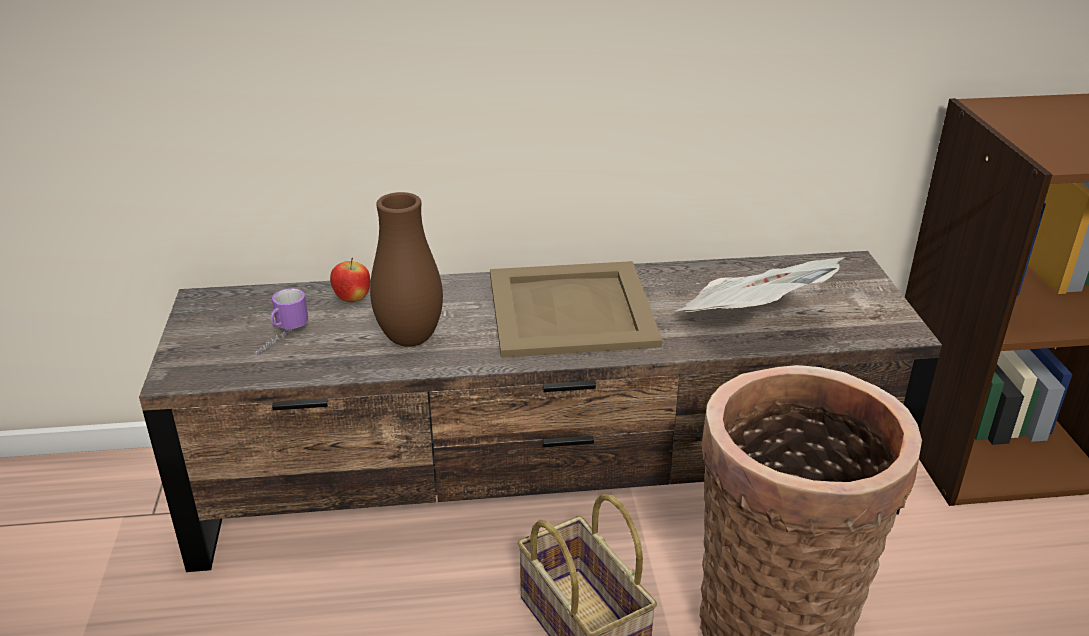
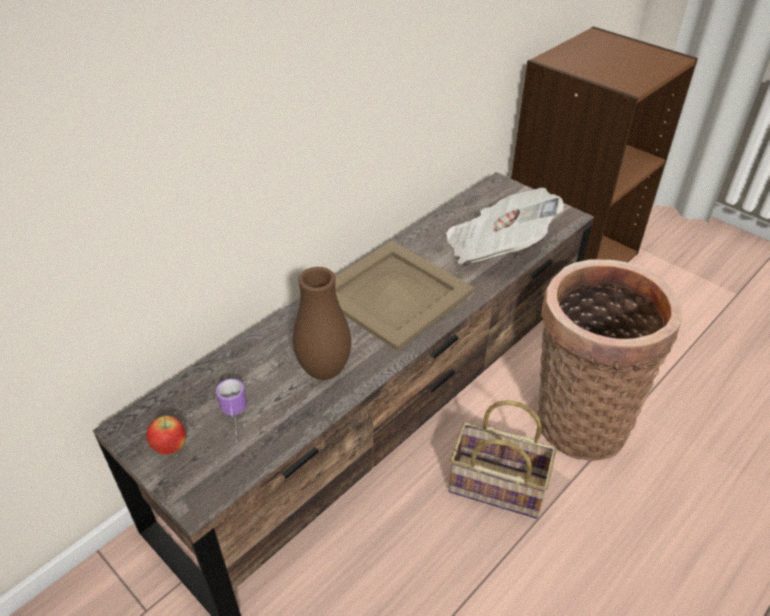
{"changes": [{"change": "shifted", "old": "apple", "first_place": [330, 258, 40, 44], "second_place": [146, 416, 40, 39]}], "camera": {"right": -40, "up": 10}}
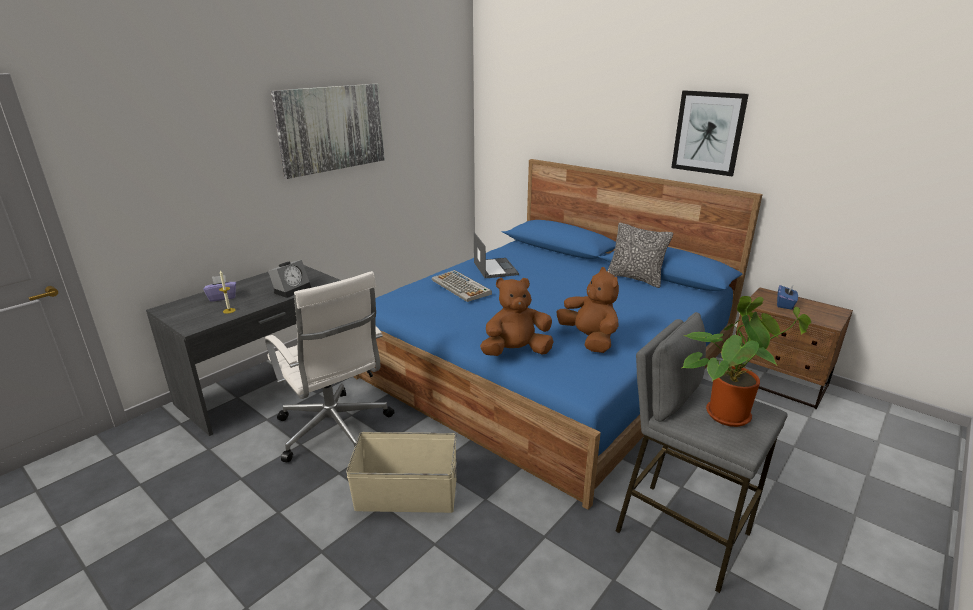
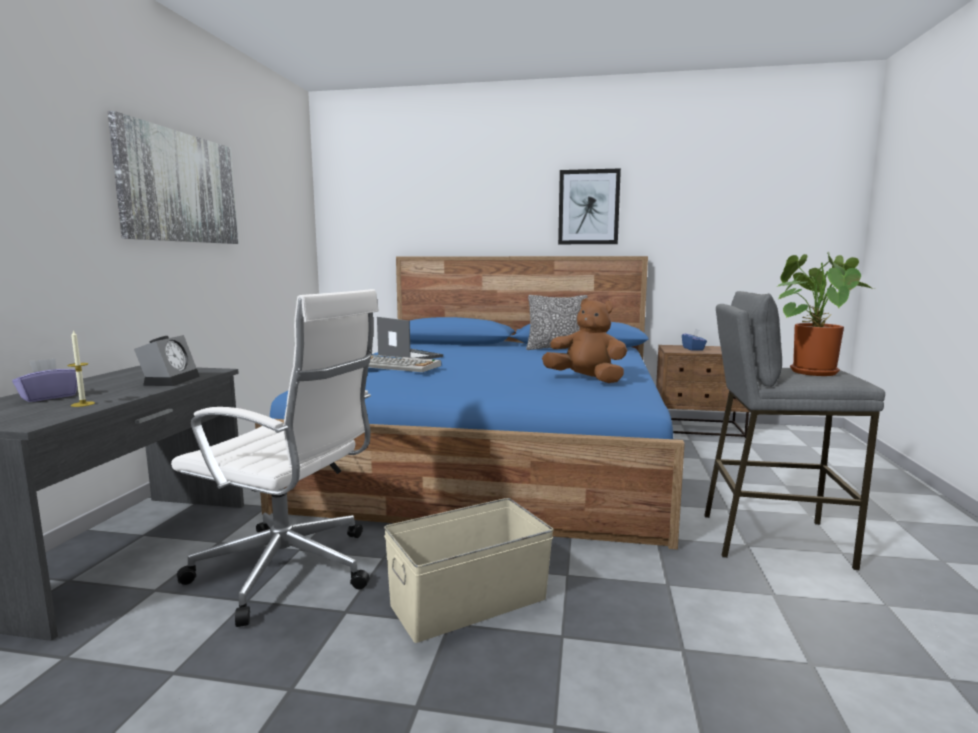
{"changes": [{"change": "gone", "old": "brown plush toy", "first_place": [480, 278, 74, 78]}], "camera": {"right": -30, "up": -15}}
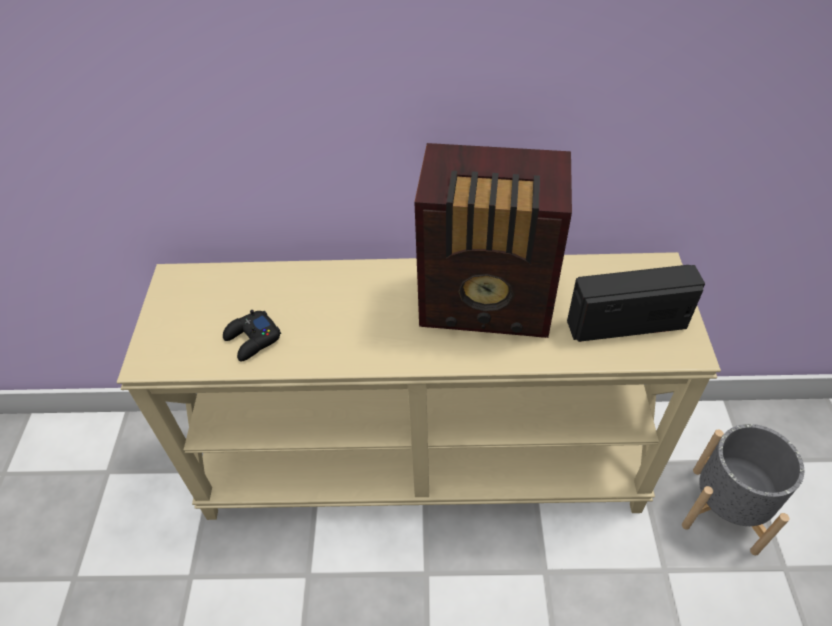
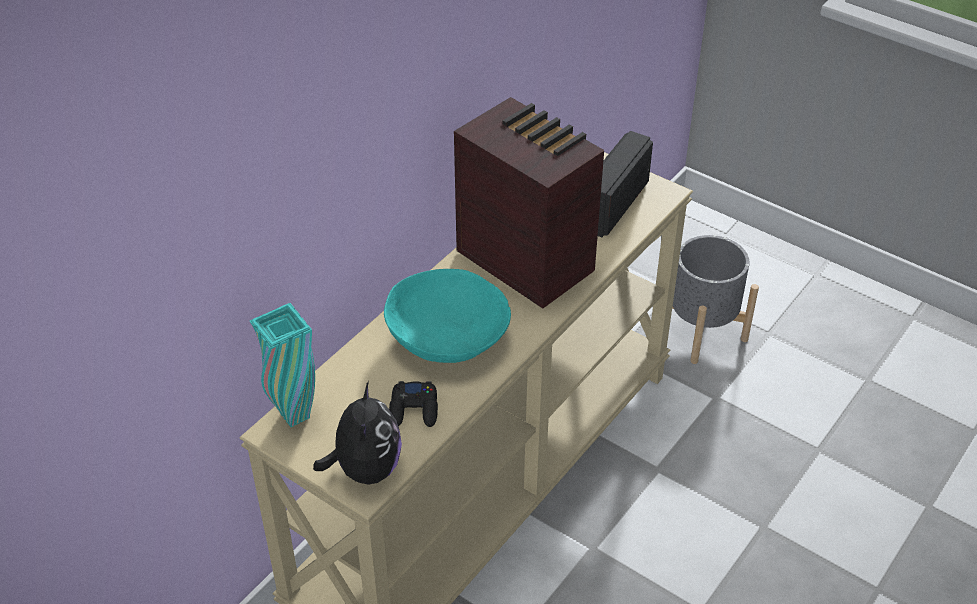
{"changes": [{"change": "rotated", "old": "radio", "first_place": [414, 143, 158, 195], "second_place": [454, 97, 150, 212], "degrees": -90}, {"change": "new", "new": "turquoise vase", "second_place": [250, 303, 65, 124]}, {"change": "new", "new": "plush toy", "second_place": [313, 381, 89, 104]}, {"change": "new", "new": "turquoise bowl", "second_place": [384, 269, 127, 94]}], "camera": {"right": -55, "up": -5}}
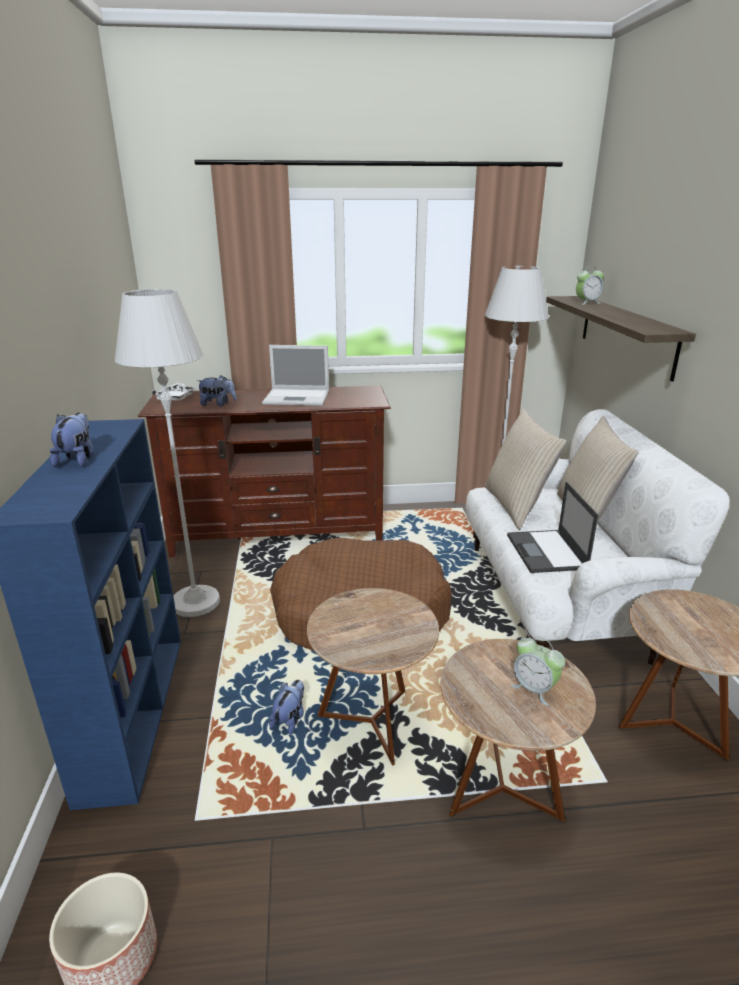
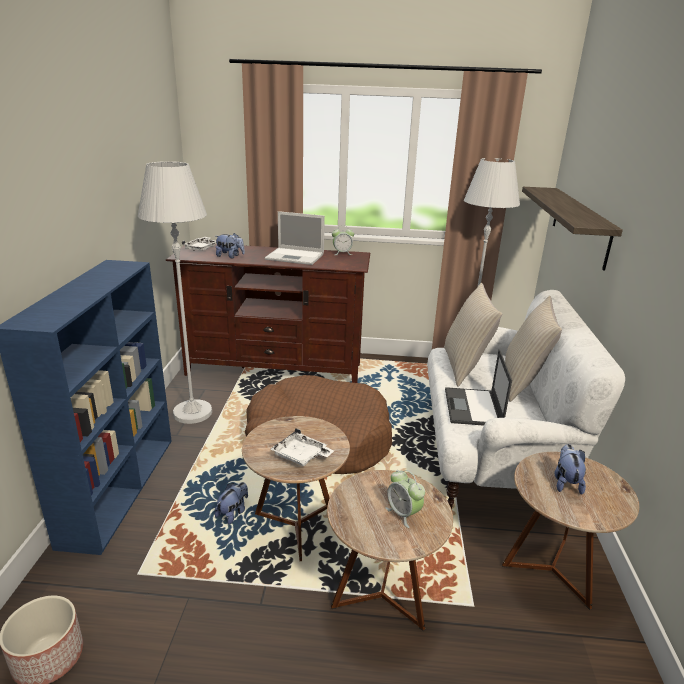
{"changes": [{"change": "shifted", "old": "plush toy", "first_place": [50, 413, 44, 54], "second_place": [554, 444, 32, 51]}, {"change": "shifted", "old": "alarm clock", "first_place": [576, 266, 28, 39], "second_place": [332, 229, 22, 26]}, {"change": "new", "new": "white tray", "second_place": [271, 428, 63, 38]}], "camera": {"right": 10, "up": 0}}
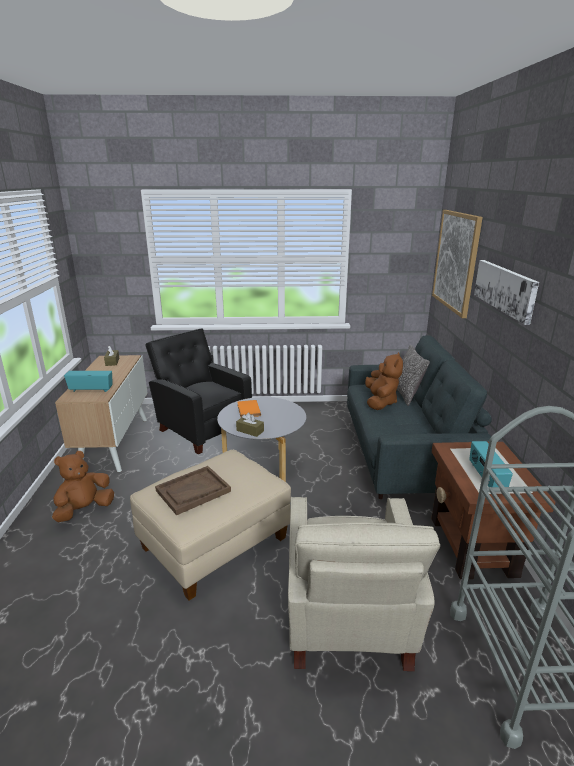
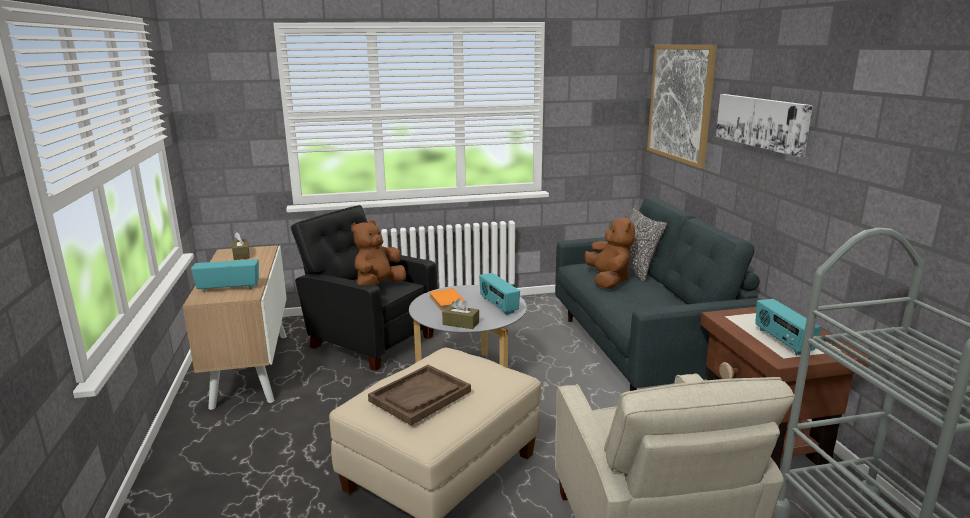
{"changes": [{"change": "shifted", "old": "brown plush toy", "first_place": [52, 451, 62, 71], "second_place": [351, 220, 55, 66]}, {"change": "new", "new": "radio", "second_place": [479, 273, 41, 42]}], "camera": {"right": -10, "up": -5}}
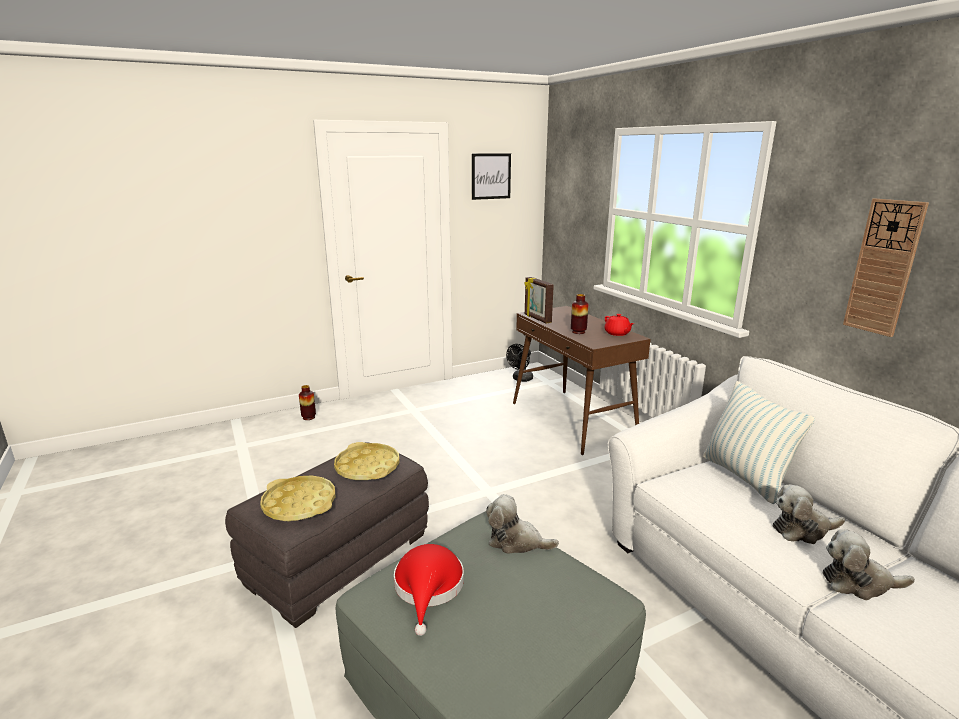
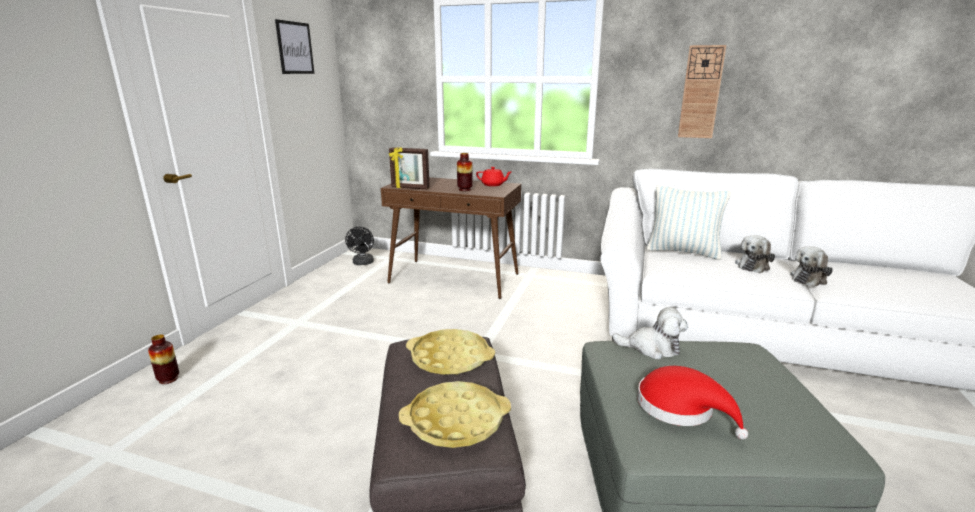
{"changes": [{"change": "rotated", "old": "plush toy", "first_place": [486, 494, 73, 60], "second_place": [612, 307, 76, 52], "degrees": -135}], "camera": {"right": -45, "up": 0}}
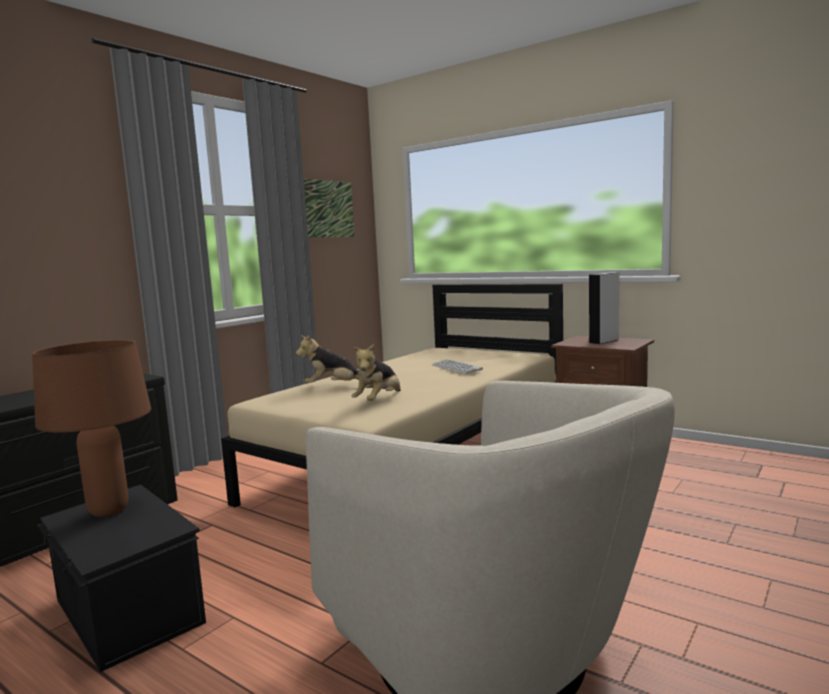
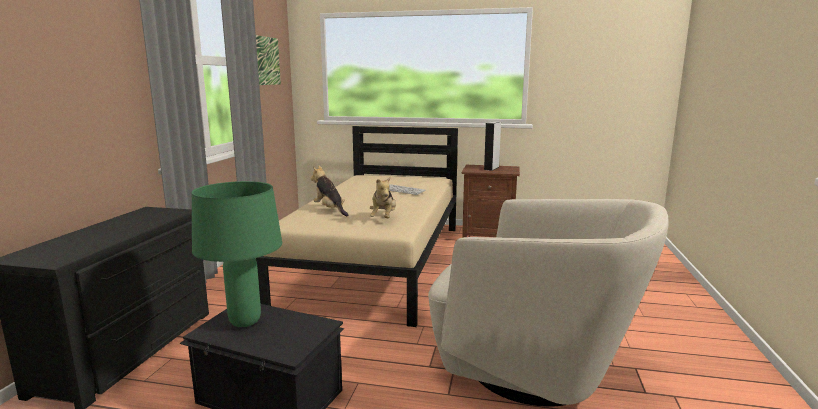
{"changes": [{"change": "repainted", "old": "brown table lamp", "new": "green table lamp", "first_place": [32, 340, 119, 177], "second_place": [192, 181, 90, 146]}, {"change": "rotated", "old": "plush toy", "first_place": [296, 335, 63, 48], "second_place": [310, 165, 38, 52], "degrees": 75}], "camera": {"right": -25, "up": 5}}
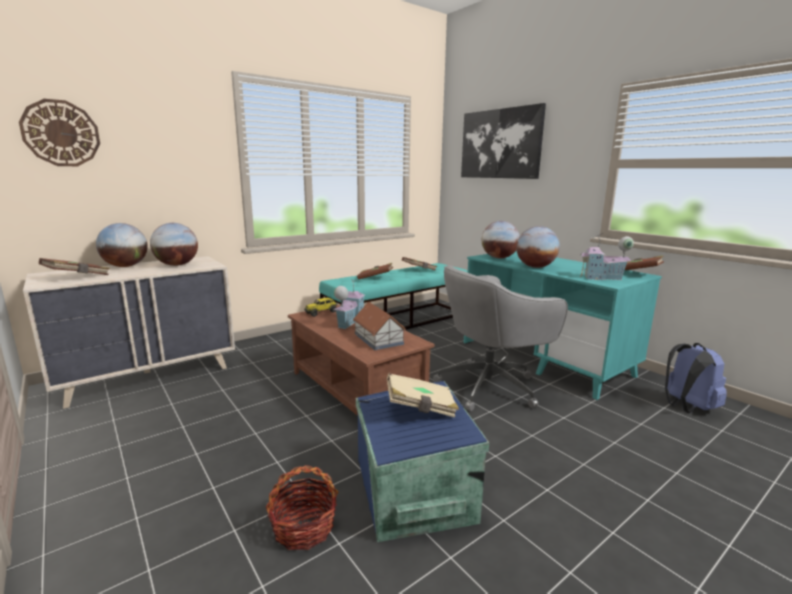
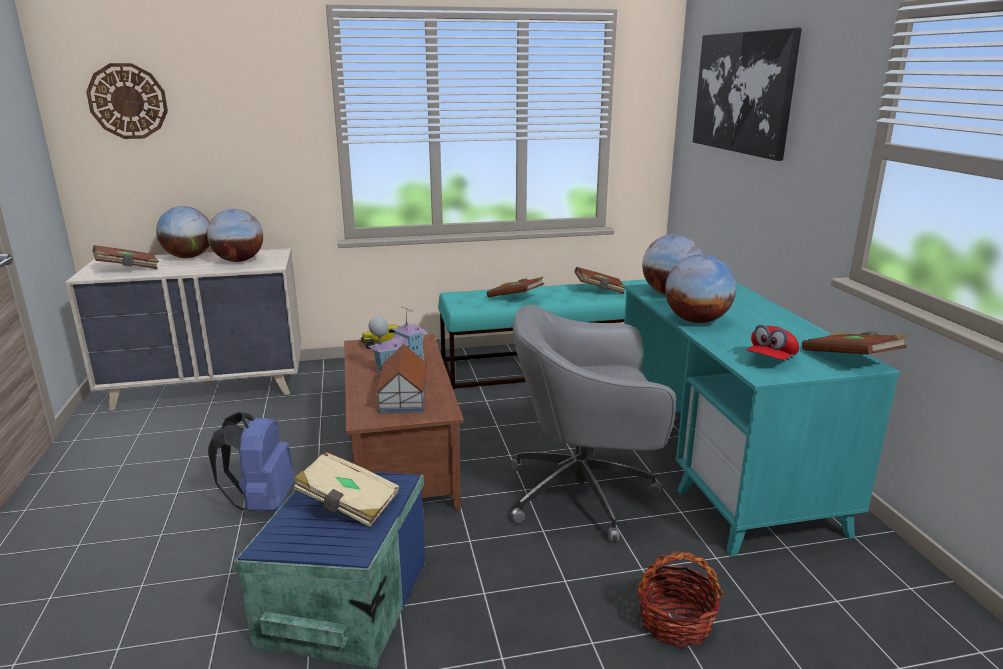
{"changes": [{"change": "shifted", "old": "basket", "first_place": [265, 465, 74, 85], "second_place": [637, 551, 87, 96]}, {"change": "swapped", "old": "toy house", "new": "red cap", "first_place": [580, 233, 54, 47], "second_place": [747, 325, 52, 35]}, {"change": "shifted", "old": "blue backpack", "first_place": [665, 343, 62, 70], "second_place": [208, 412, 87, 99]}], "camera": {"right": 25, "up": 5}}
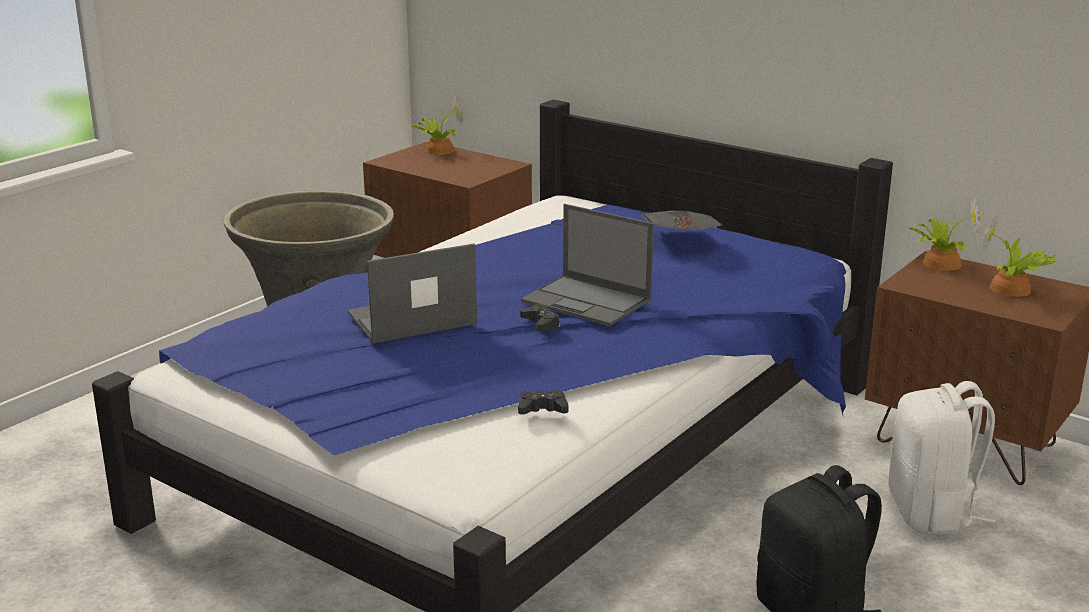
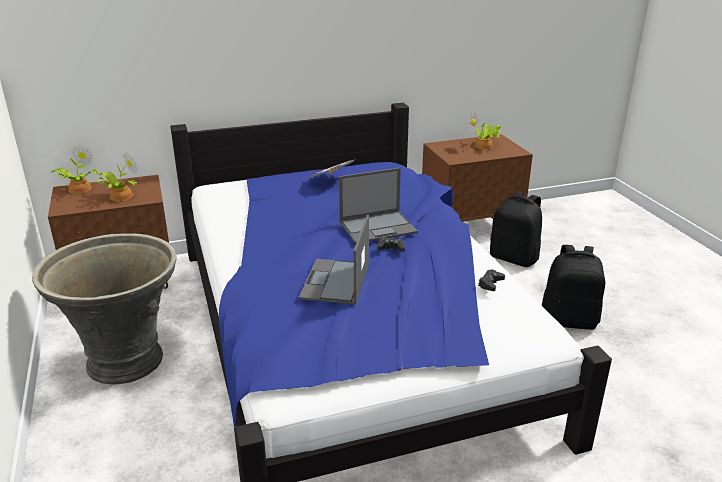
{"changes": [{"change": "repainted", "old": "white backpack", "new": "black backpack", "first_place": [889, 381, 106, 154], "second_place": [490, 191, 52, 76]}, {"change": "shifted", "old": "potted plant", "first_place": [909, 198, 72, 73], "second_place": [97, 153, 41, 48]}], "camera": {"right": -55, "up": 5}}
